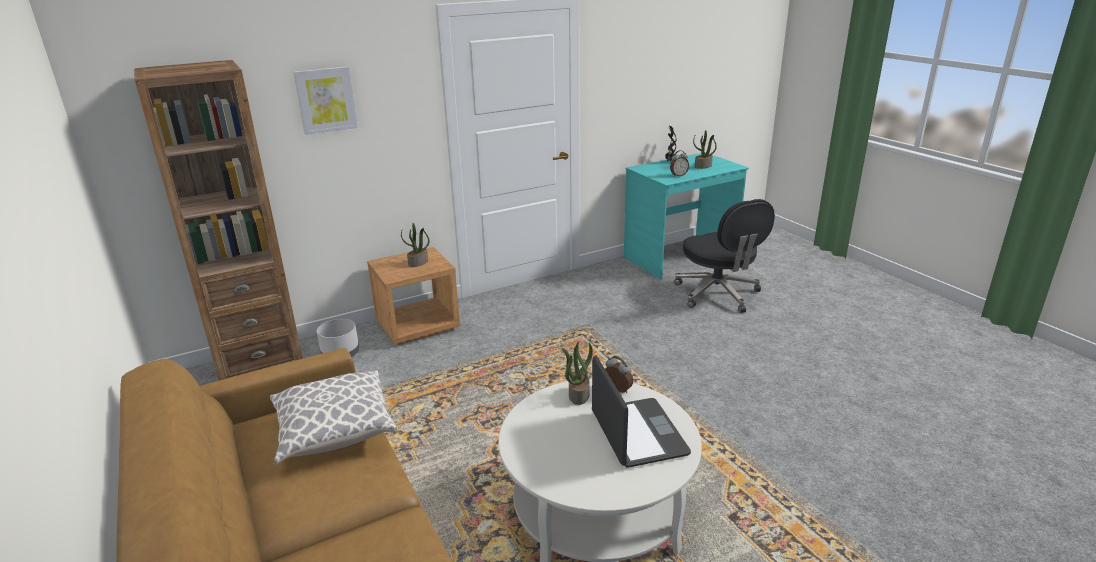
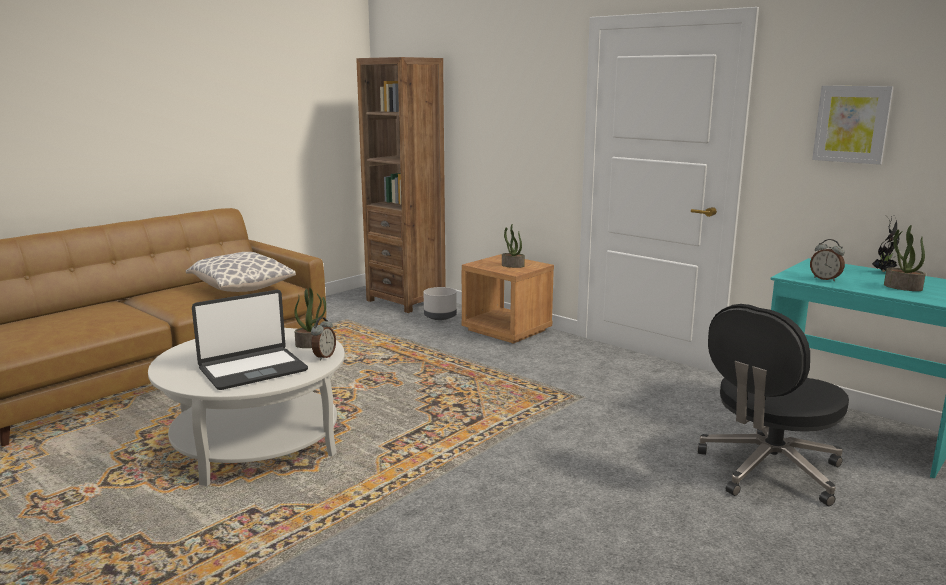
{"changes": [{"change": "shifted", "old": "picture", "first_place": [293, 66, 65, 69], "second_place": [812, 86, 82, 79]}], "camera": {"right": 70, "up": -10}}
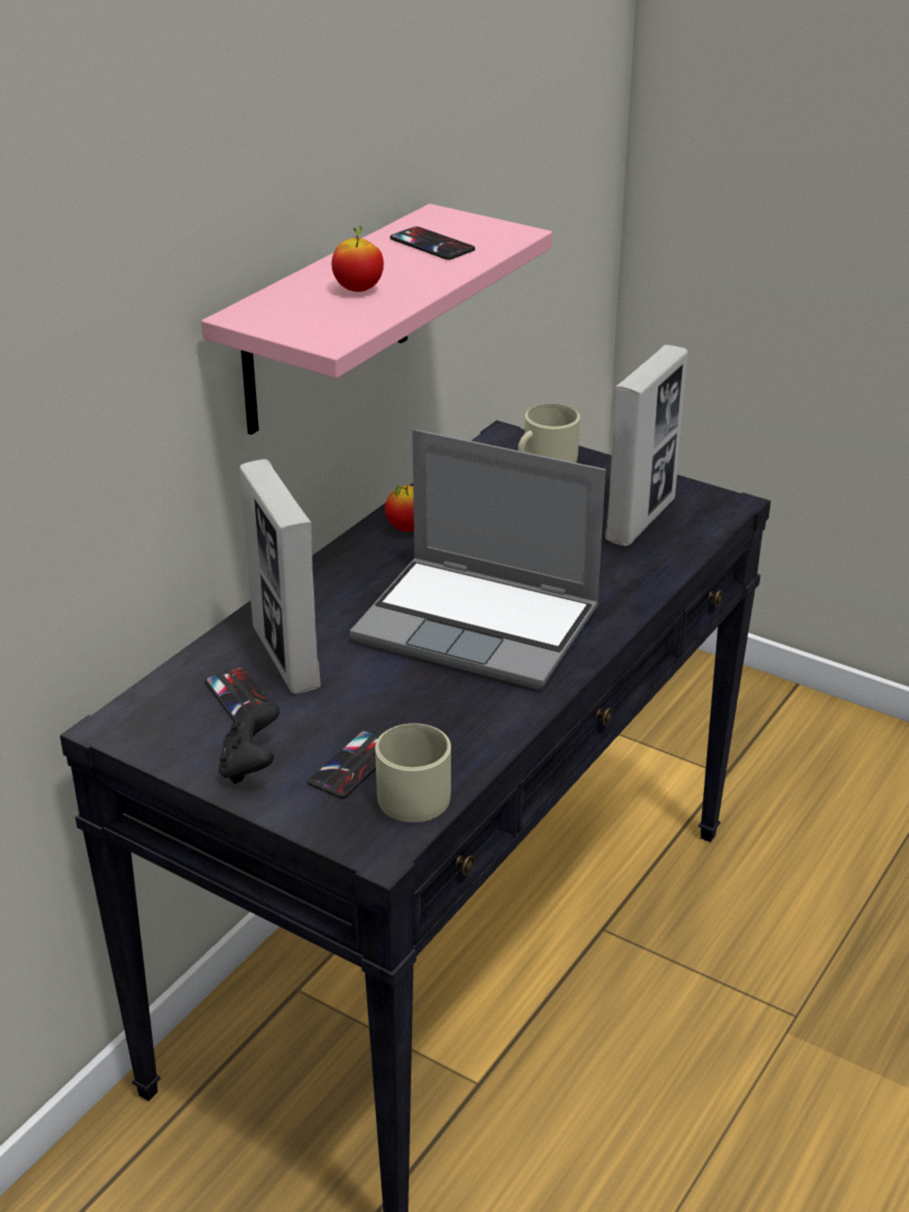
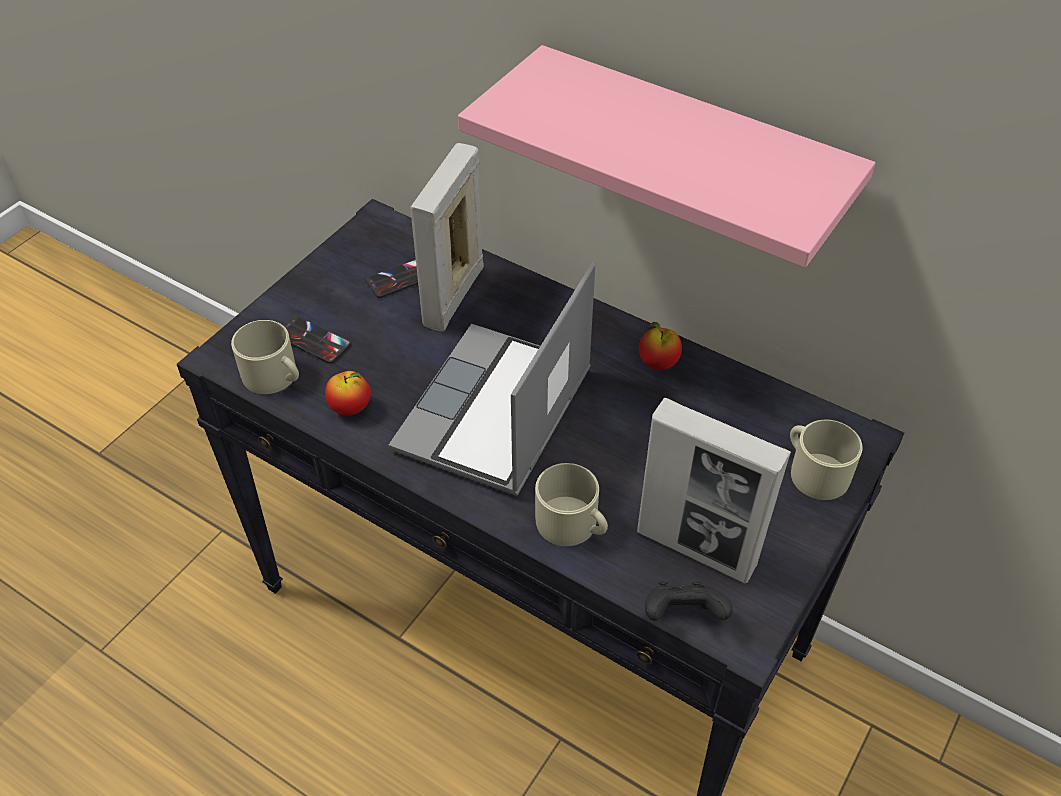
{"changes": [{"change": "shifted", "old": "black game controller", "first_place": [219, 702, 61, 82], "second_place": [645, 581, 87, 40]}, {"change": "rotated", "old": "picture frame", "first_place": [240, 459, 81, 235], "second_place": [410, 143, 74, 189], "degrees": -45}, {"change": "shifted", "old": "apple", "first_place": [332, 226, 52, 66], "second_place": [325, 371, 46, 45]}, {"change": "gone", "old": "phone", "first_place": [390, 226, 85, 34]}, {"change": "new", "new": "beige mug", "second_place": [535, 463, 73, 83]}], "camera": {"right": 90, "up": 15}}
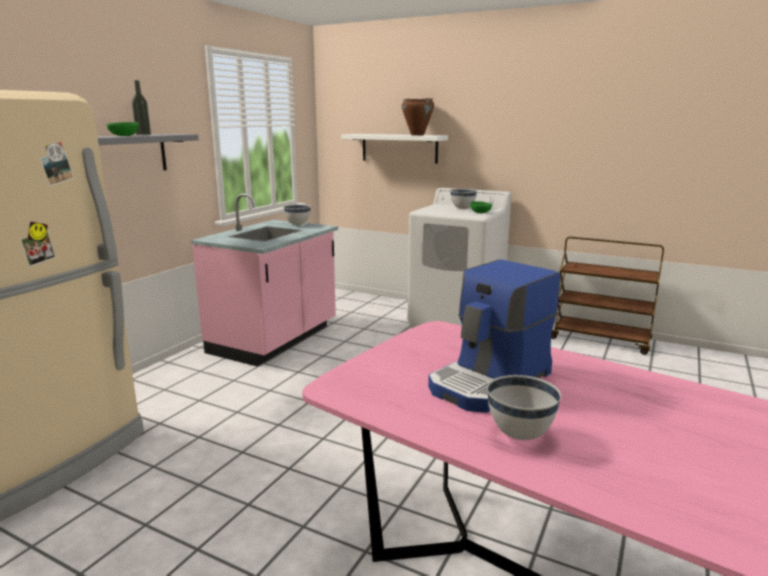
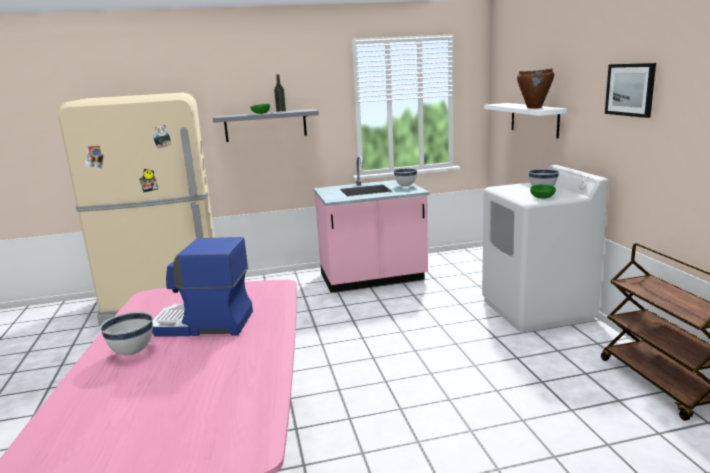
{"changes": [{"change": "new", "new": "picture", "second_place": [605, 63, 51, 55]}], "camera": {"right": 50, "up": 0}}
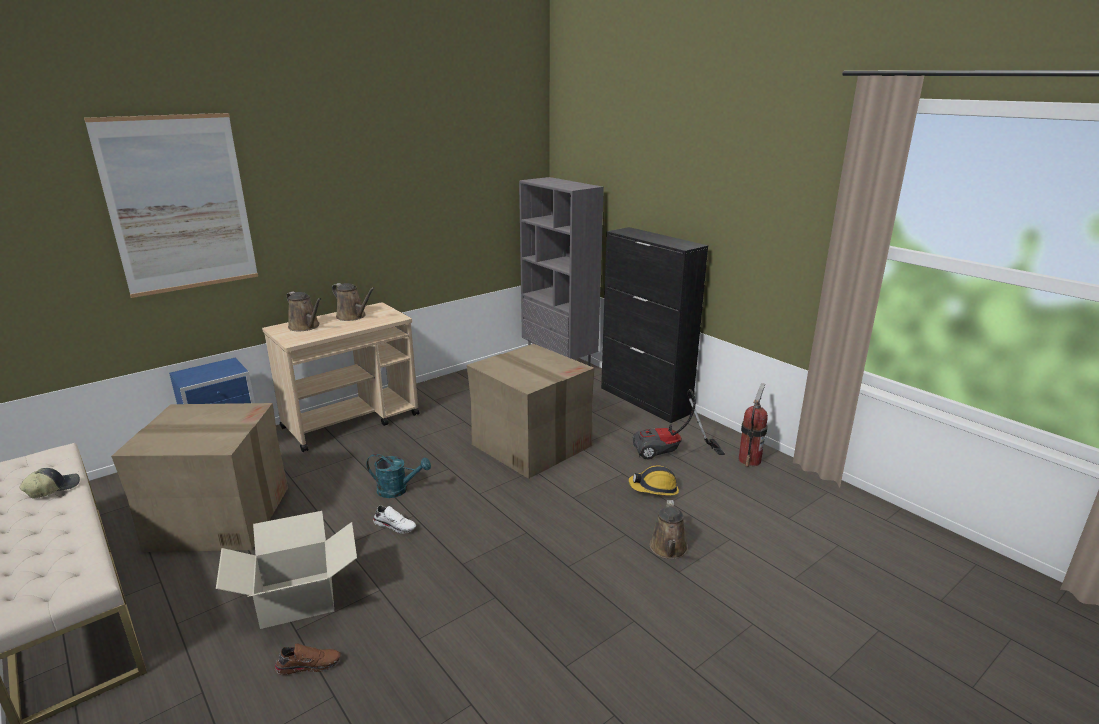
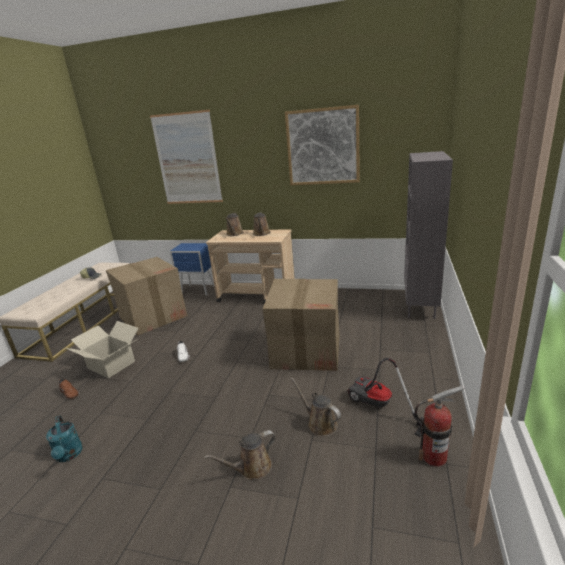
{"changes": [{"change": "shifted", "old": "turquoise watering can", "first_place": [366, 454, 65, 44], "second_place": [46, 416, 37, 46]}, {"change": "gone", "old": "black cabinet", "first_place": [601, 227, 107, 196]}, {"change": "swapped", "old": "hard hat", "new": "brown watering can", "first_place": [629, 465, 50, 31], "second_place": [291, 377, 50, 60]}, {"change": "new", "new": "picture", "second_place": [285, 105, 75, 80]}], "camera": {"right": 55, "up": 0}}
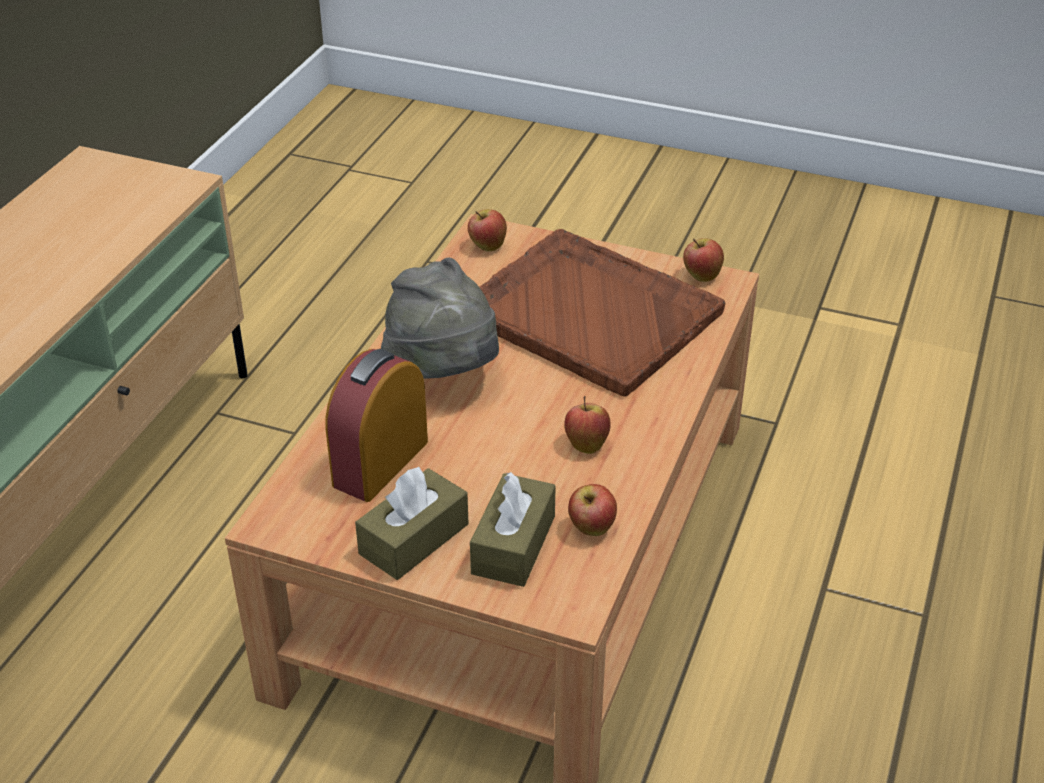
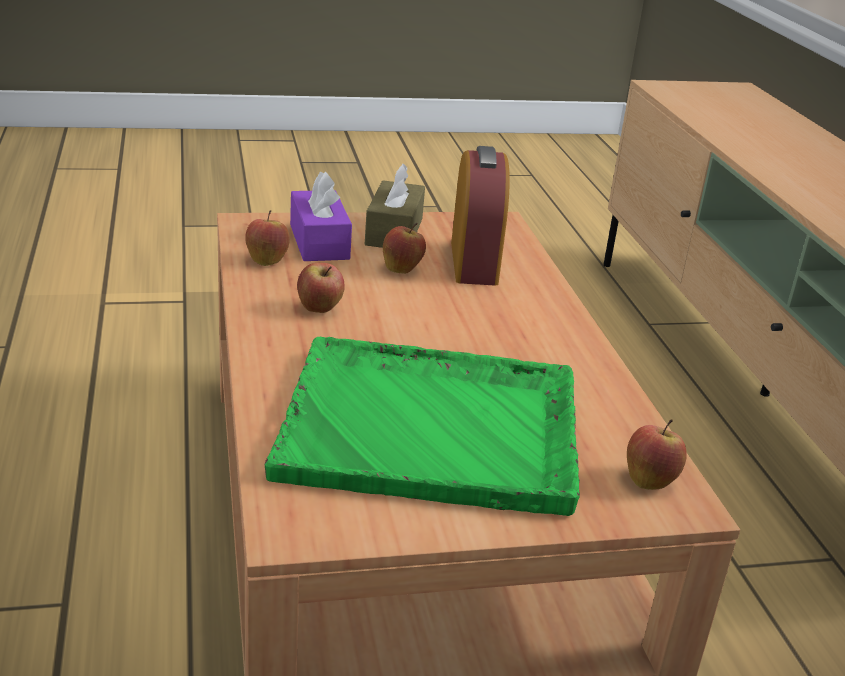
{"changes": [{"change": "gone", "old": "grey hat", "first_place": [381, 258, 118, 120]}, {"change": "repainted", "old": "brown tissue box", "new": "purple tissue box", "first_place": [470, 472, 86, 115], "second_place": [290, 171, 62, 90]}, {"change": "repainted", "old": "brown tray", "new": "green tray", "first_place": [479, 229, 246, 168], "second_place": [265, 337, 315, 179]}, {"change": "shifted", "old": "apple", "first_place": [683, 238, 41, 44], "second_place": [383, 223, 43, 51]}], "camera": {"right": 145, "up": -10}}
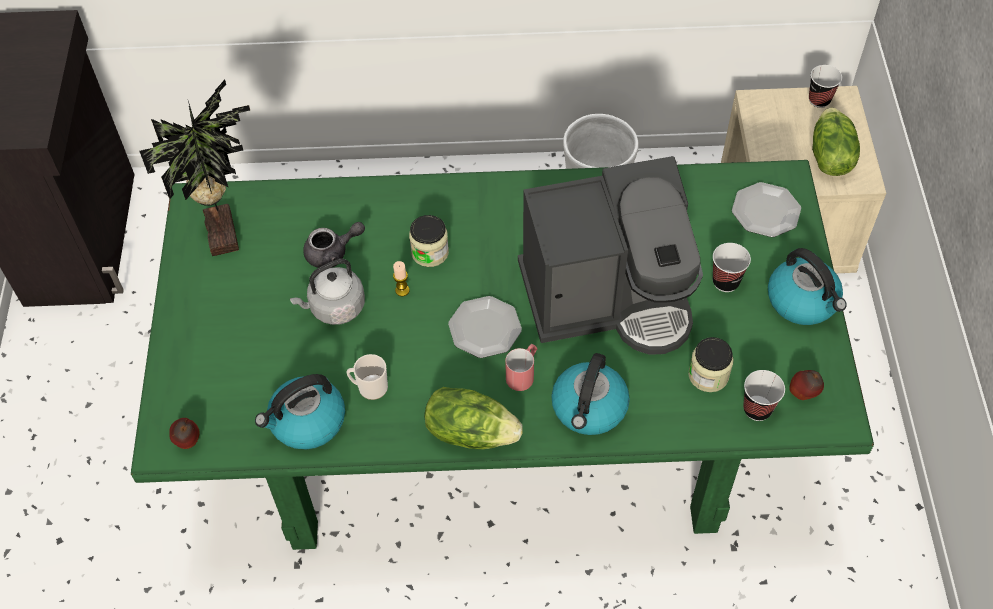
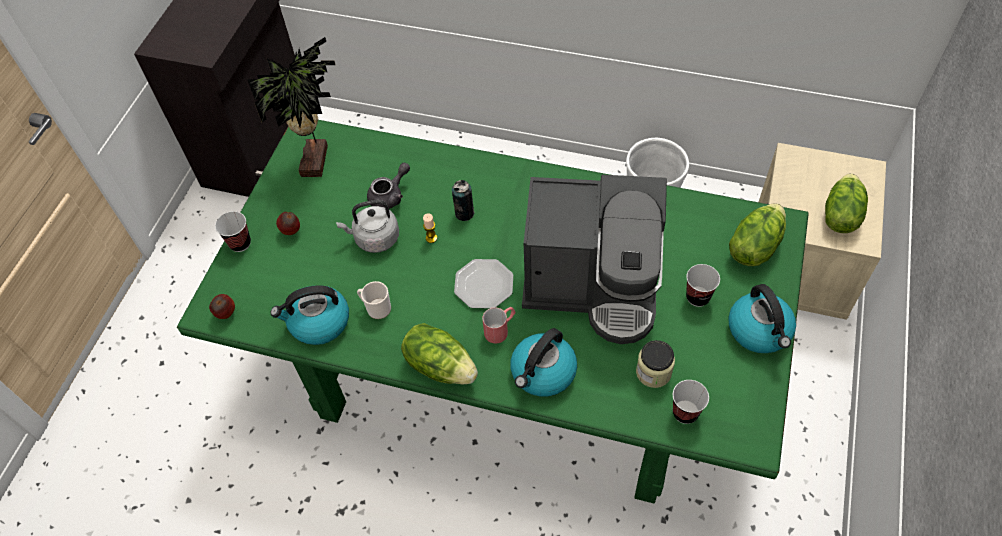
{"changes": [{"change": "rotated", "old": "grey teapot", "first_place": [303, 222, 62, 46], "second_place": [367, 163, 43, 46], "degrees": -45}, {"change": "swapped", "old": "jar", "new": "can", "first_place": [409, 215, 40, 52], "second_place": [452, 180, 23, 41]}, {"change": "swapped", "old": "plate", "new": "lettuce", "first_place": [732, 182, 69, 55], "second_place": [729, 204, 57, 62]}, {"change": "shifted", "old": "apple", "first_place": [790, 370, 34, 30], "second_place": [276, 212, 24, 23]}, {"change": "shifted", "old": "cup", "first_place": [809, 65, 33, 43], "second_place": [215, 211, 36, 41]}], "camera": {"right": 20, "up": 0}}
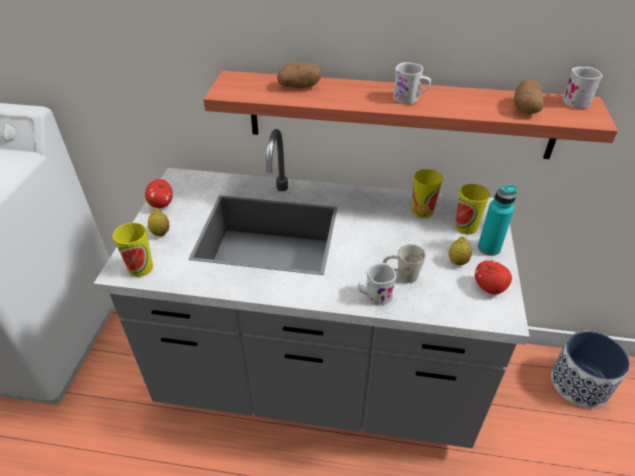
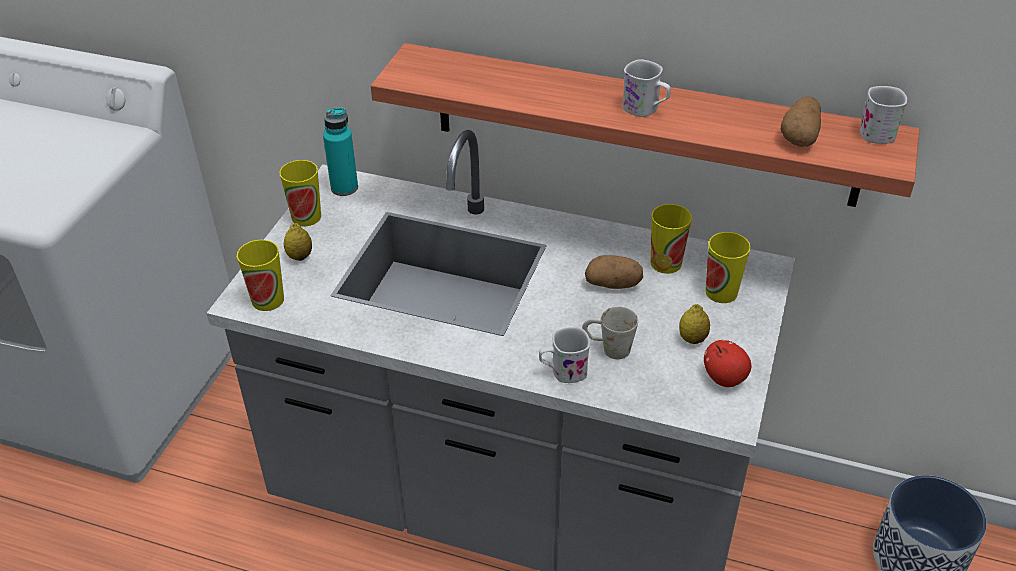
{"changes": [{"change": "swapped", "old": "apple", "new": "cup", "first_place": [145, 179, 28, 29], "second_place": [279, 160, 42, 66]}, {"change": "shifted", "old": "potato", "first_place": [277, 63, 44, 26], "second_place": [585, 255, 58, 34]}, {"change": "shifted", "old": "turquoise bottle", "first_place": [478, 185, 40, 71], "second_place": [323, 107, 35, 89]}], "camera": {"right": 10, "up": 0}}
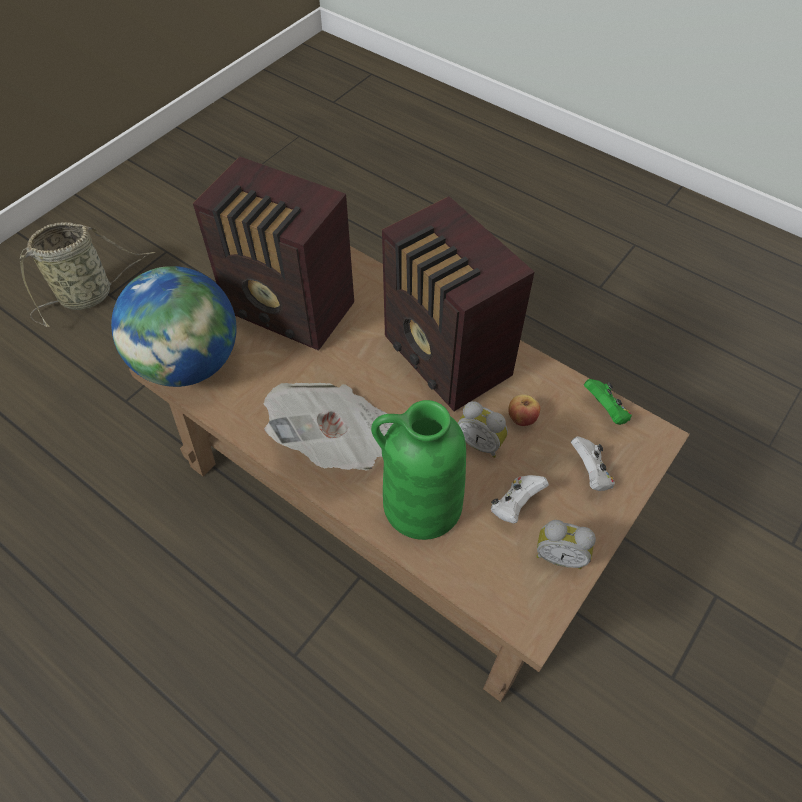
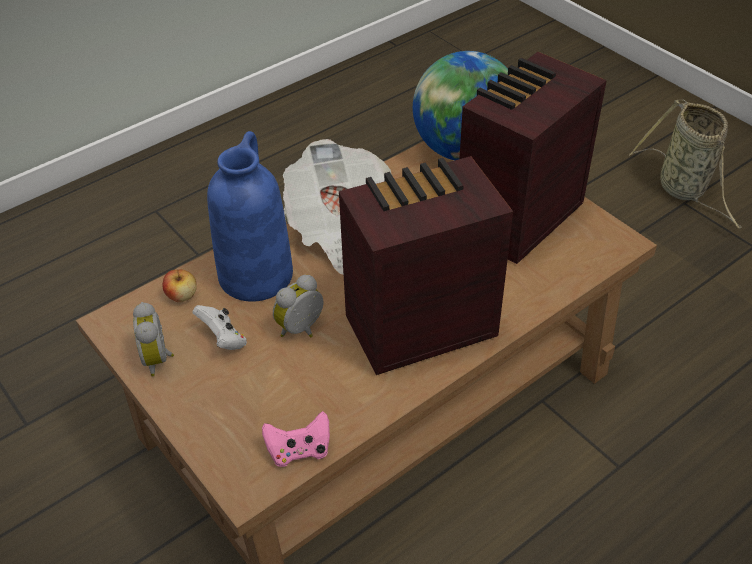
{"changes": [{"change": "repainted", "old": "green vase", "new": "blue vase", "first_place": [371, 400, 95, 140], "second_place": [207, 131, 86, 171]}, {"change": "shifted", "old": "apple", "first_place": [508, 394, 32, 32], "second_place": [163, 269, 34, 33]}, {"change": "rotated", "old": "alarm clock", "first_place": [536, 520, 60, 49], "second_place": [133, 302, 41, 75], "degrees": -45}, {"change": "gone", "old": "white game controller", "first_place": [571, 436, 44, 55]}, {"change": "repainted", "old": "green game controller", "new": "pink game controller", "first_place": [584, 379, 48, 46], "second_place": [262, 411, 68, 56]}], "camera": {"right": 105, "up": -10}}
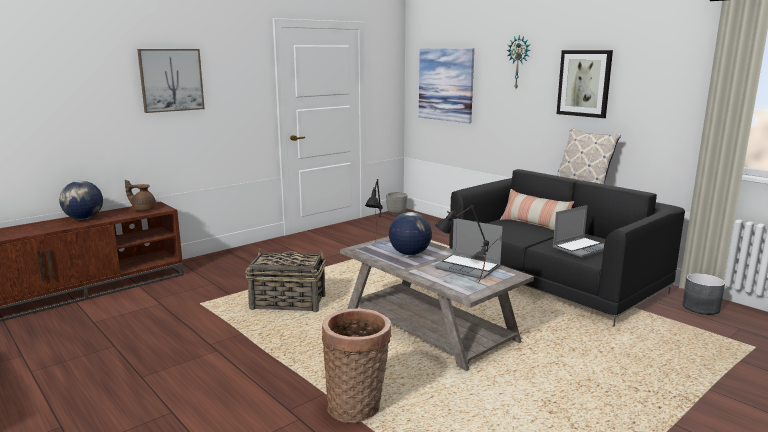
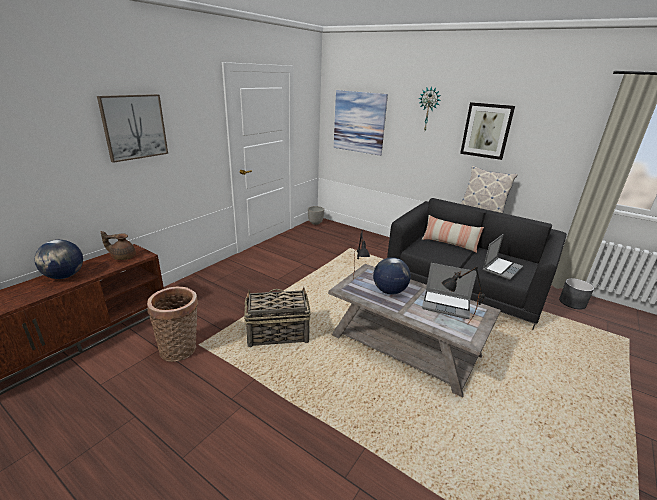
{"changes": [{"change": "shifted", "old": "basket", "first_place": [322, 309, 70, 114], "second_place": [147, 287, 51, 75]}], "camera": {"right": -15, "up": 10}}
